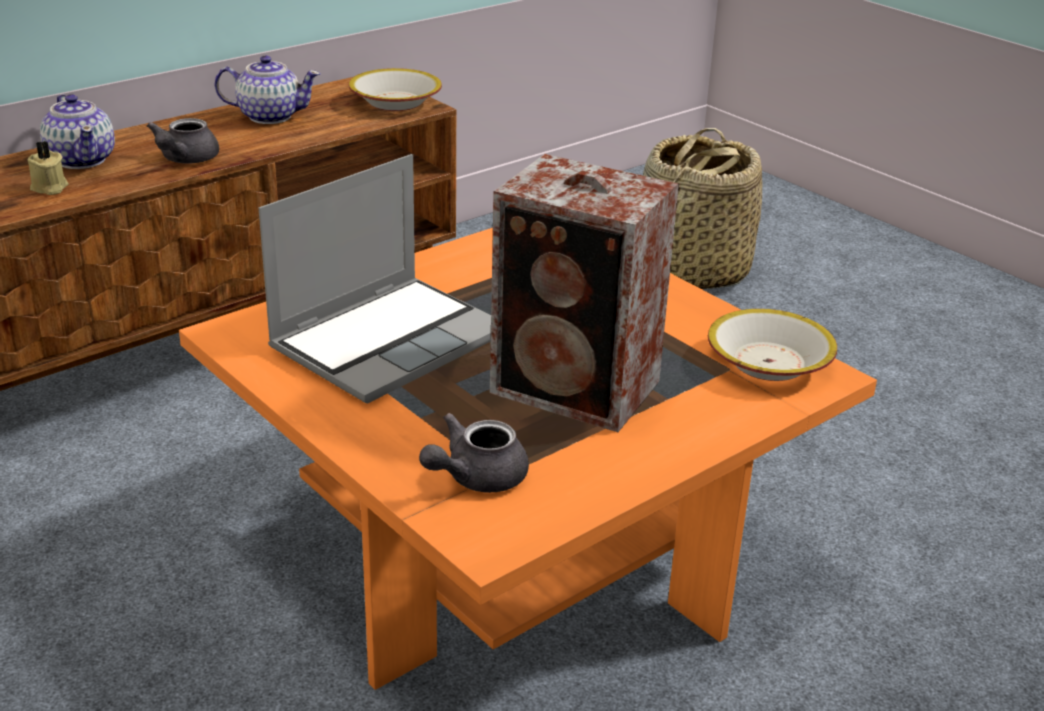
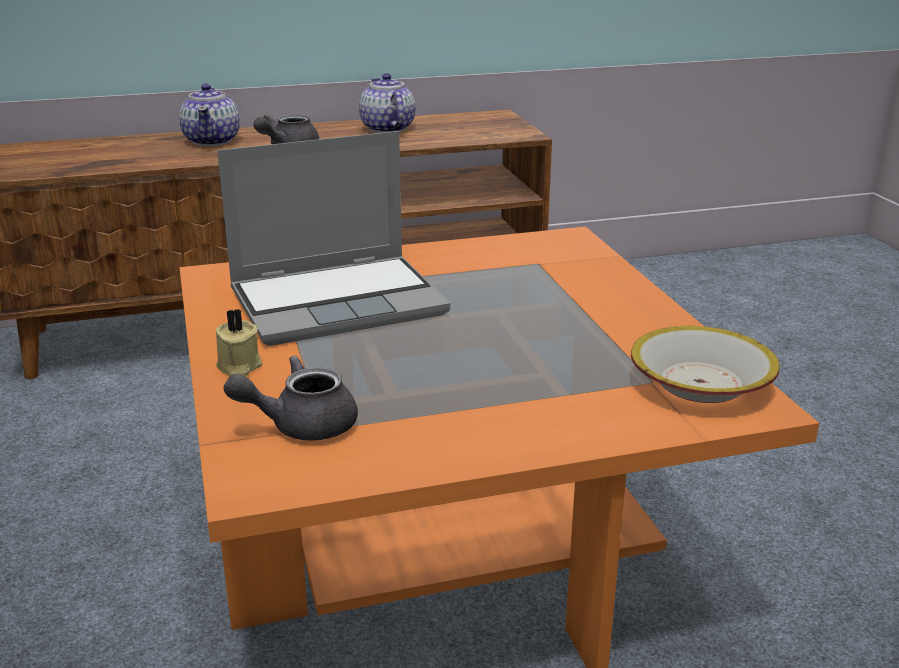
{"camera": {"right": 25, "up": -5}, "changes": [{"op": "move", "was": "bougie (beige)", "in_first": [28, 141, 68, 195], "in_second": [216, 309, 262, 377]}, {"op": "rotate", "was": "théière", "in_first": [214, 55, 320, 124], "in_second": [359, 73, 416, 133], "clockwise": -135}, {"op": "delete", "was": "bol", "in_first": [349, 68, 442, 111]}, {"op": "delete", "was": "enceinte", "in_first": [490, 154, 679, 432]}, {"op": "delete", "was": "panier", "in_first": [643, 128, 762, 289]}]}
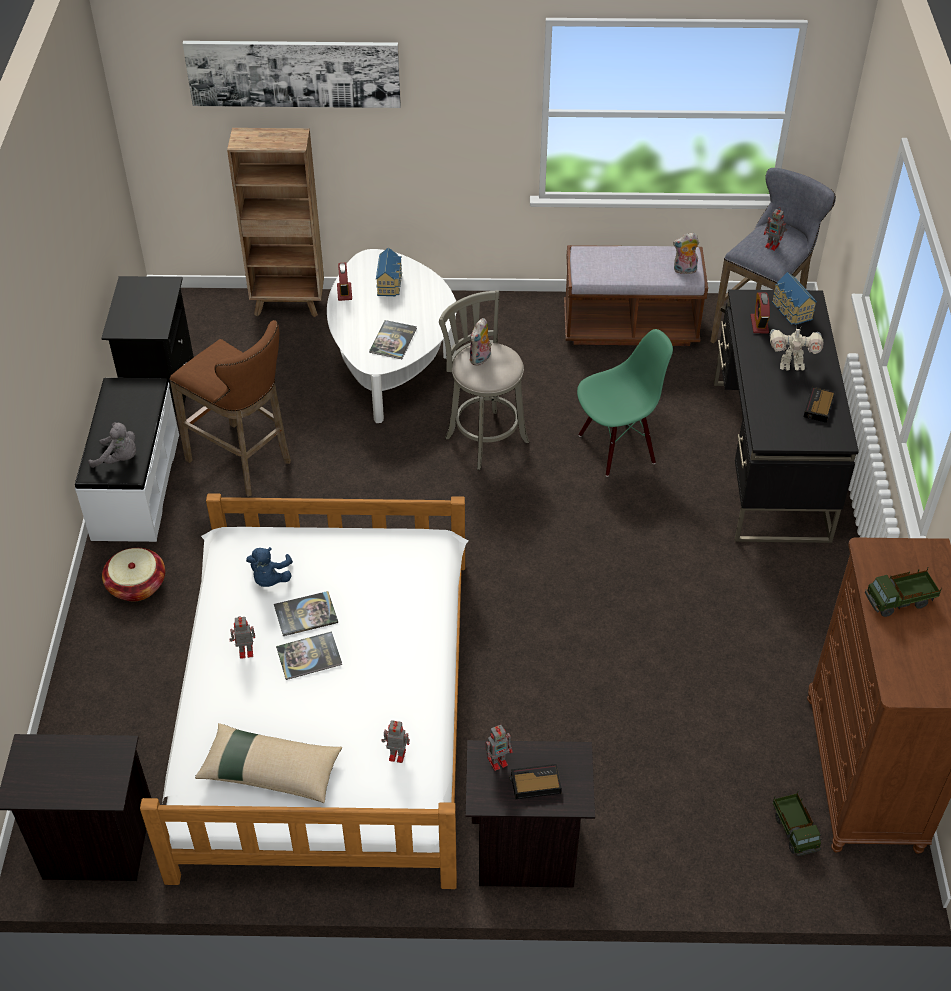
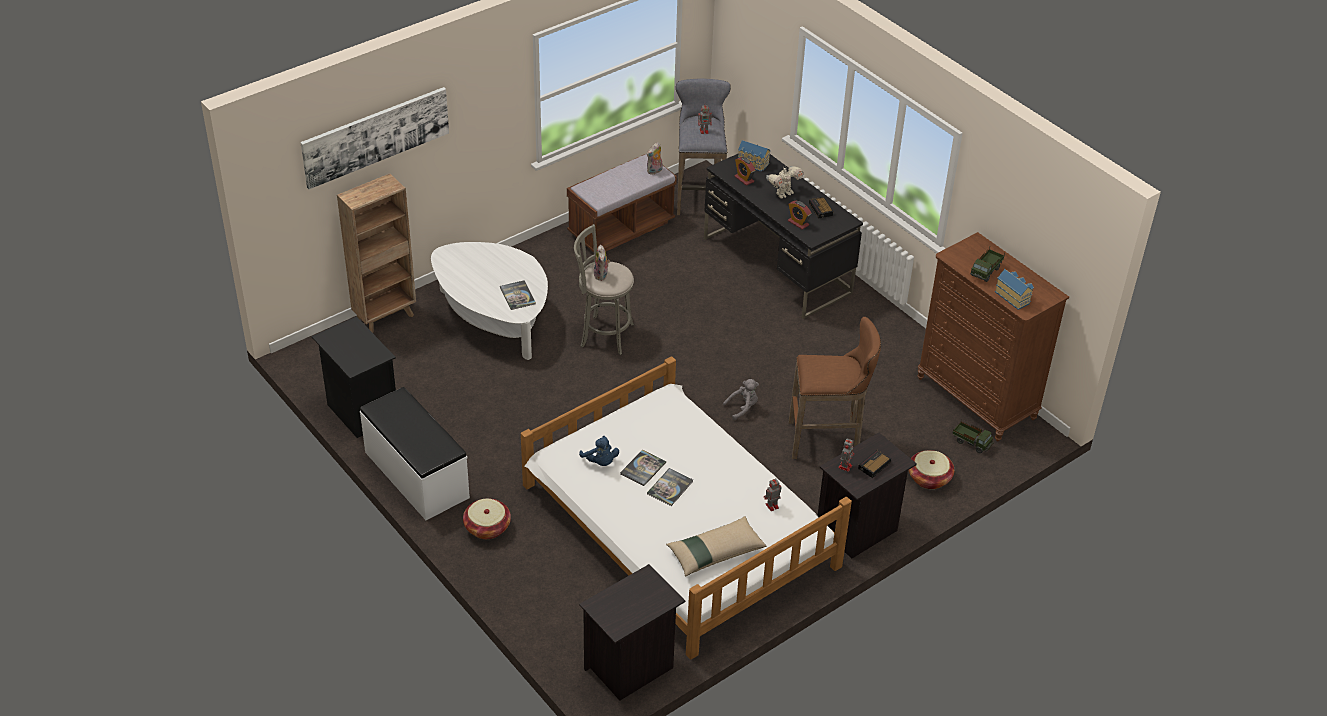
{"camera": {"right": -40, "up": -5}, "changes": [{"op": "move", "was": "peluche (gris)", "in_first": [88, 422, 136, 468], "in_second": [723, 379, 759, 420]}, {"op": "move", "was": "tabouret (marron)", "in_first": [170, 320, 291, 497], "in_second": [789, 317, 881, 459]}, {"op": "delete", "was": "robot jouet", "in_first": [229, 616, 255, 659]}, {"op": "move", "was": "réveil", "in_first": [337, 263, 352, 301], "in_second": [788, 201, 811, 230]}, {"op": "move", "was": "maison miniature", "in_first": [376, 247, 402, 296], "in_second": [995, 269, 1034, 310]}, {"op": "delete", "was": "chaise (vert)", "in_first": [577, 329, 673, 476]}, {"op": "insert", "now": "panier", "in_second": [909, 450, 954, 489]}]}
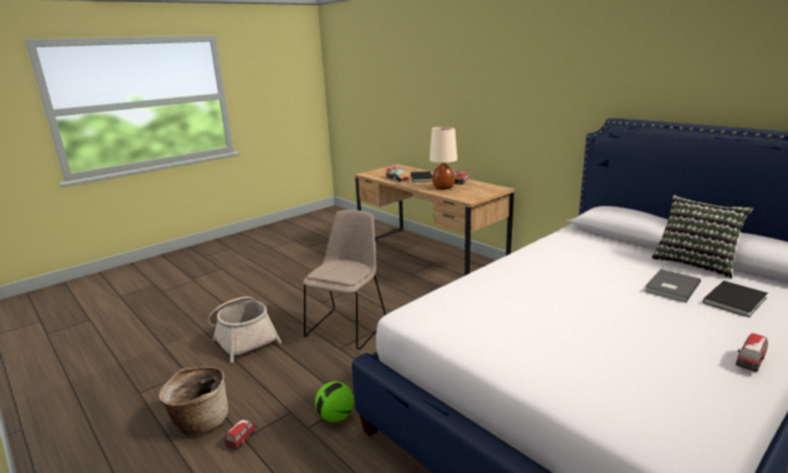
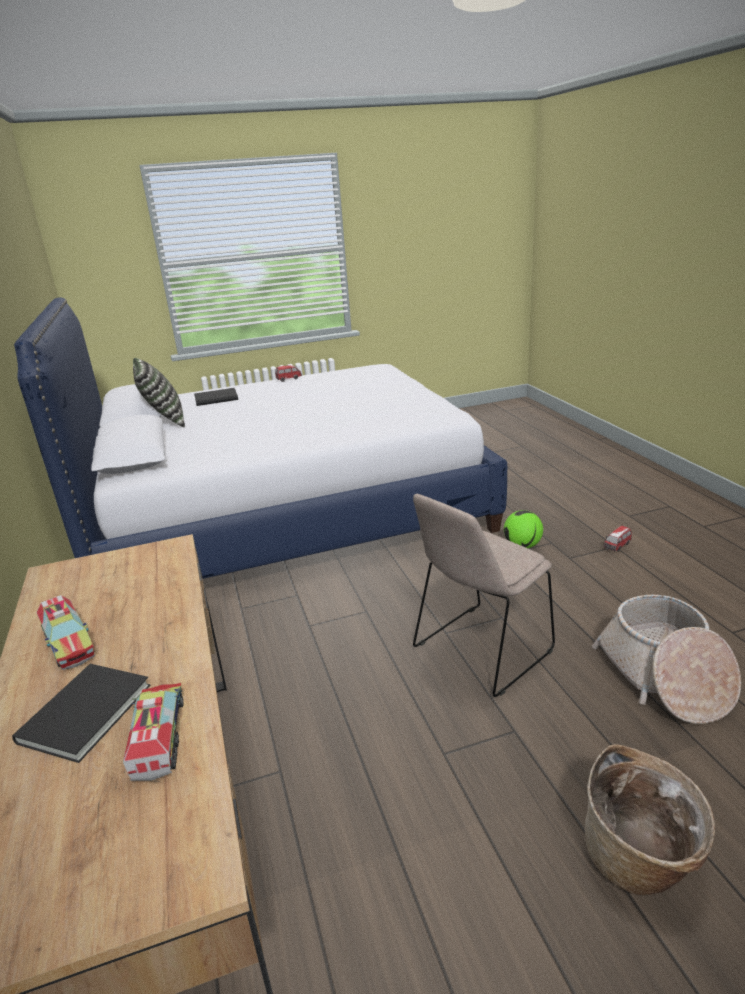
{"camera": {"right": -155, "up": 5}, "changes": [{"op": "move", "was": "panier", "in_first": [159, 367, 228, 436], "in_second": [585, 745, 715, 895]}, {"op": "delete", "was": "lampe de table (beige)", "in_first": [430, 126, 457, 190]}, {"op": "delete", "was": "livre (gris)", "in_first": [644, 269, 701, 303]}]}
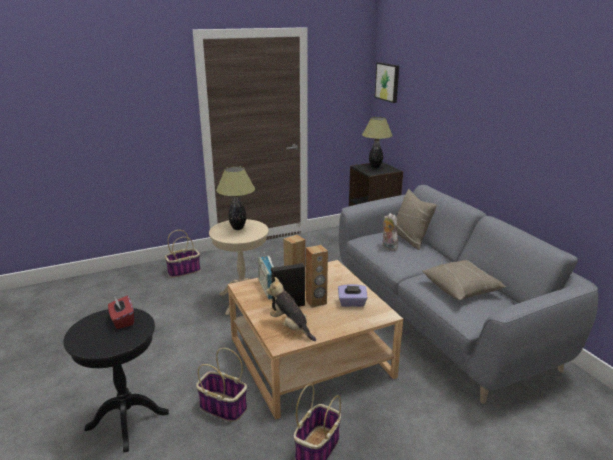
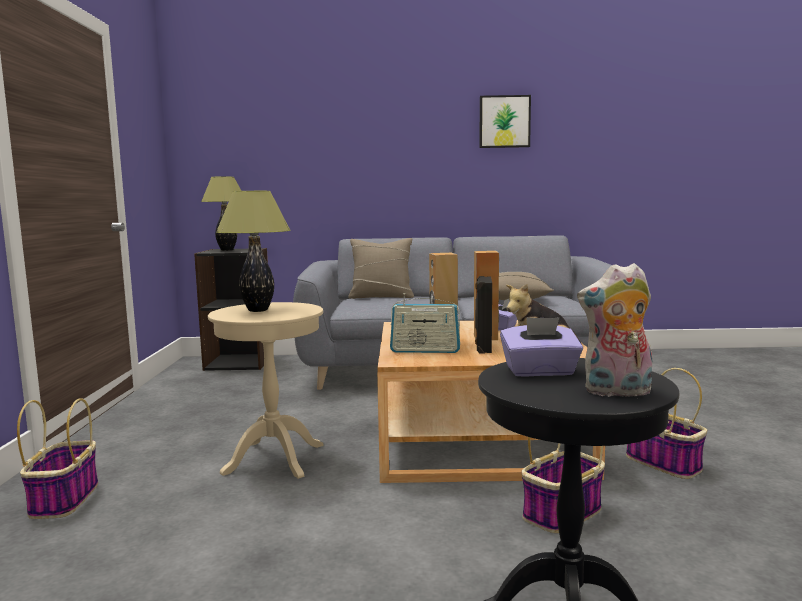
{"camera": {"right": -65, "up": -15}, "changes": [{"op": "recolor", "was": "boîte à mouchoirs (rouge)", "now": "boîte à mouchoirs (violet)", "in_first": [108, 296, 134, 329], "in_second": [500, 317, 583, 377]}, {"op": "move", "was": "tableau", "in_first": [374, 62, 399, 103], "in_second": [480, 95, 531, 148]}, {"op": "move", "was": "peluche", "in_first": [383, 213, 398, 251], "in_second": [577, 263, 652, 399]}]}
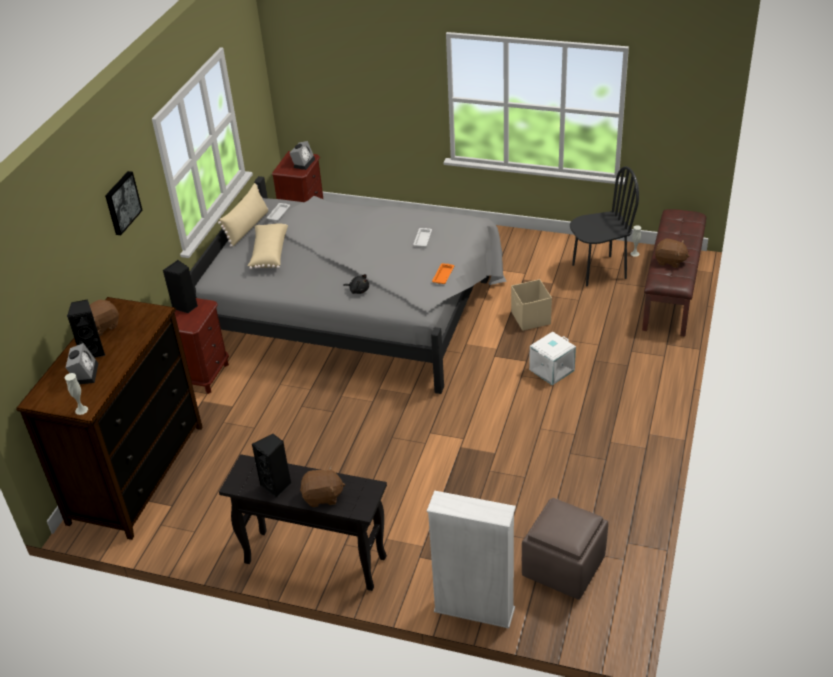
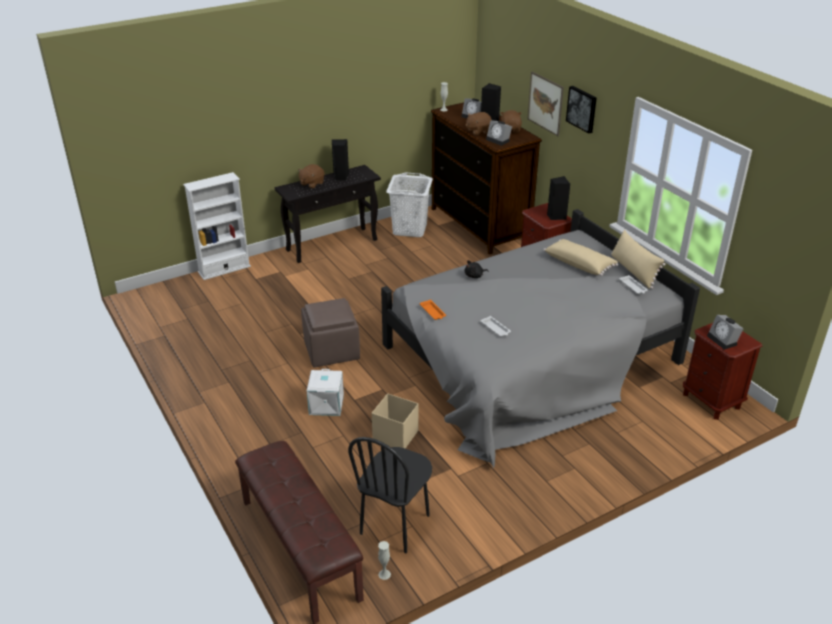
{"camera": {"right": 130, "up": -5}, "changes": [{"op": "move", "was": "pouf (marron)", "in_first": [522, 498, 608, 600], "in_second": [301, 298, 360, 367]}, {"op": "move", "was": "peluche (marron)", "in_first": [655, 239, 690, 268], "in_second": [465, 112, 492, 135]}, {"op": "insert", "now": "panier à linge (blanc)", "in_second": [386, 172, 433, 237]}, {"op": "insert", "now": "réveil", "in_second": [486, 120, 512, 146]}, {"op": "insert", "now": "tableau", "in_second": [528, 72, 564, 136]}]}
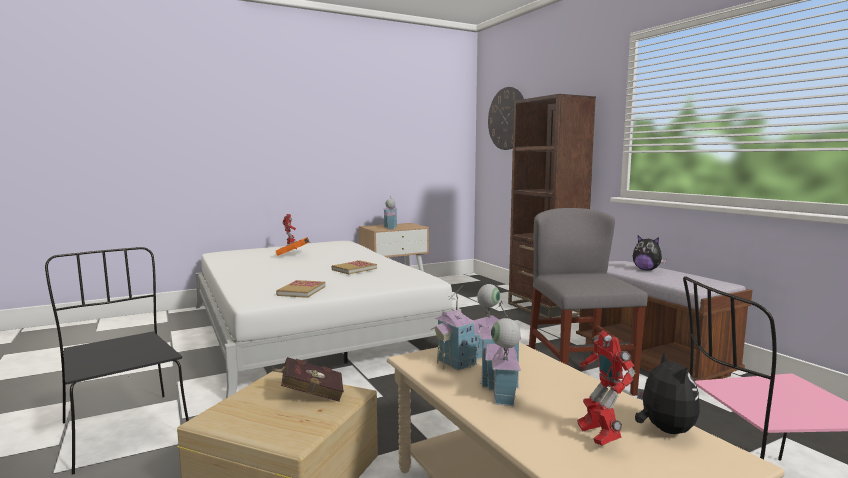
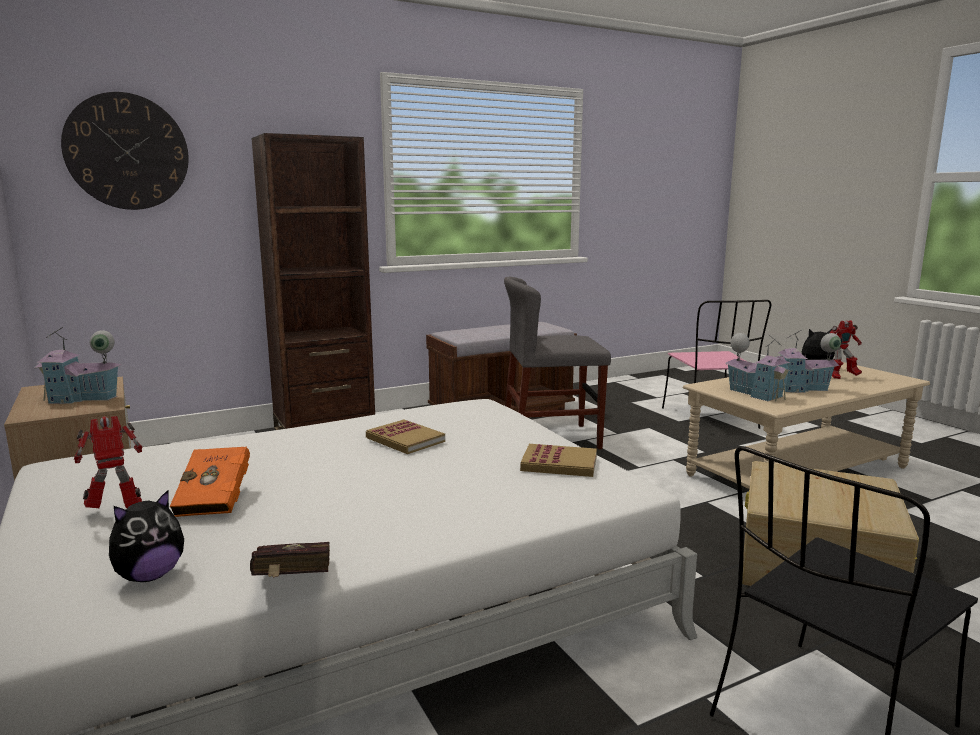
{"camera": {"right": -90, "up": 5}, "changes": [{"op": "move", "was": "livre (rouge)", "in_first": [273, 357, 344, 402], "in_second": [250, 542, 330, 577]}, {"op": "move", "was": "peluche", "in_first": [633, 236, 666, 270], "in_second": [109, 490, 184, 582]}]}
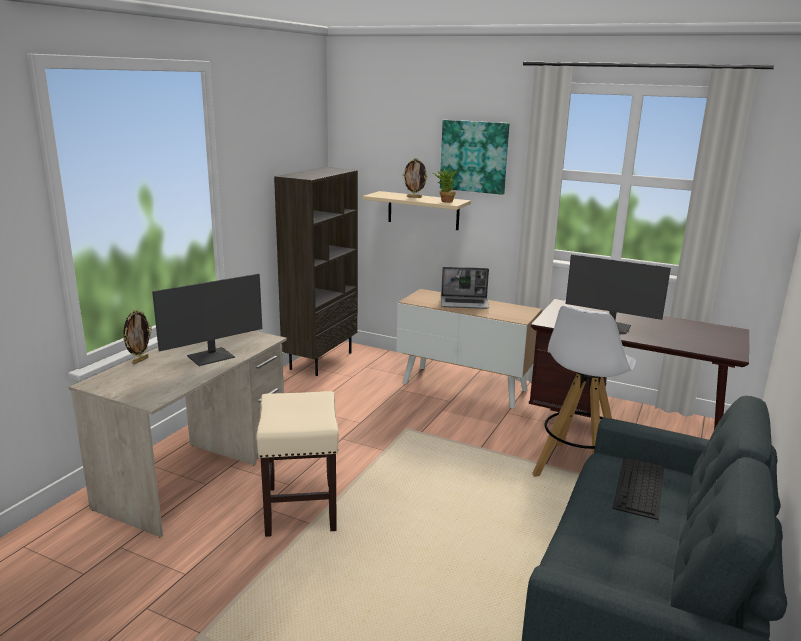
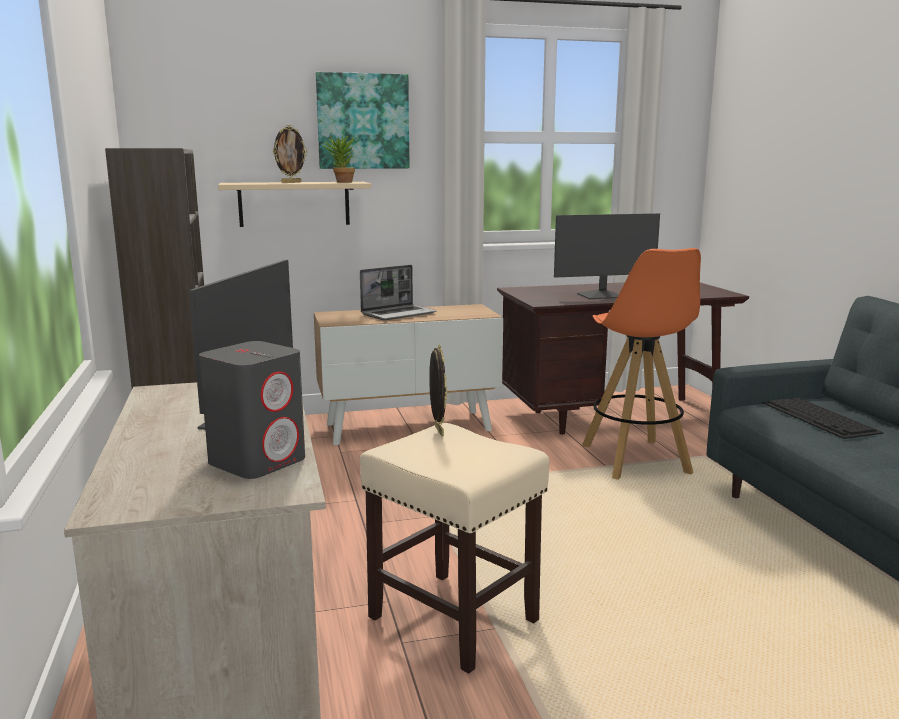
{"camera": {"right": -40, "up": -5}, "changes": [{"op": "move", "was": "cadre photo", "in_first": [123, 310, 152, 364], "in_second": [429, 345, 447, 436]}, {"op": "recolor", "was": "tabouret (blanc)", "now": "tabouret (orange)", "in_first": [532, 305, 636, 477], "in_second": [582, 248, 701, 480]}, {"op": "insert", "now": "enceinte (gris)", "in_second": [199, 341, 305, 479]}]}
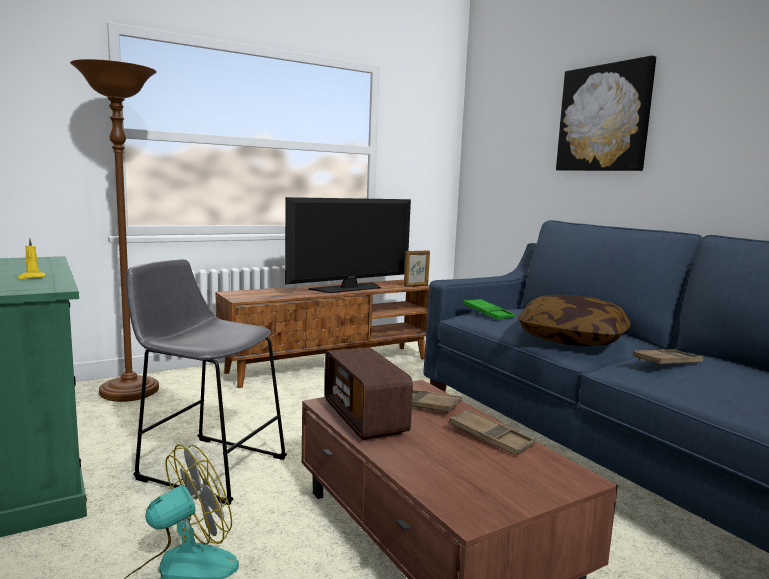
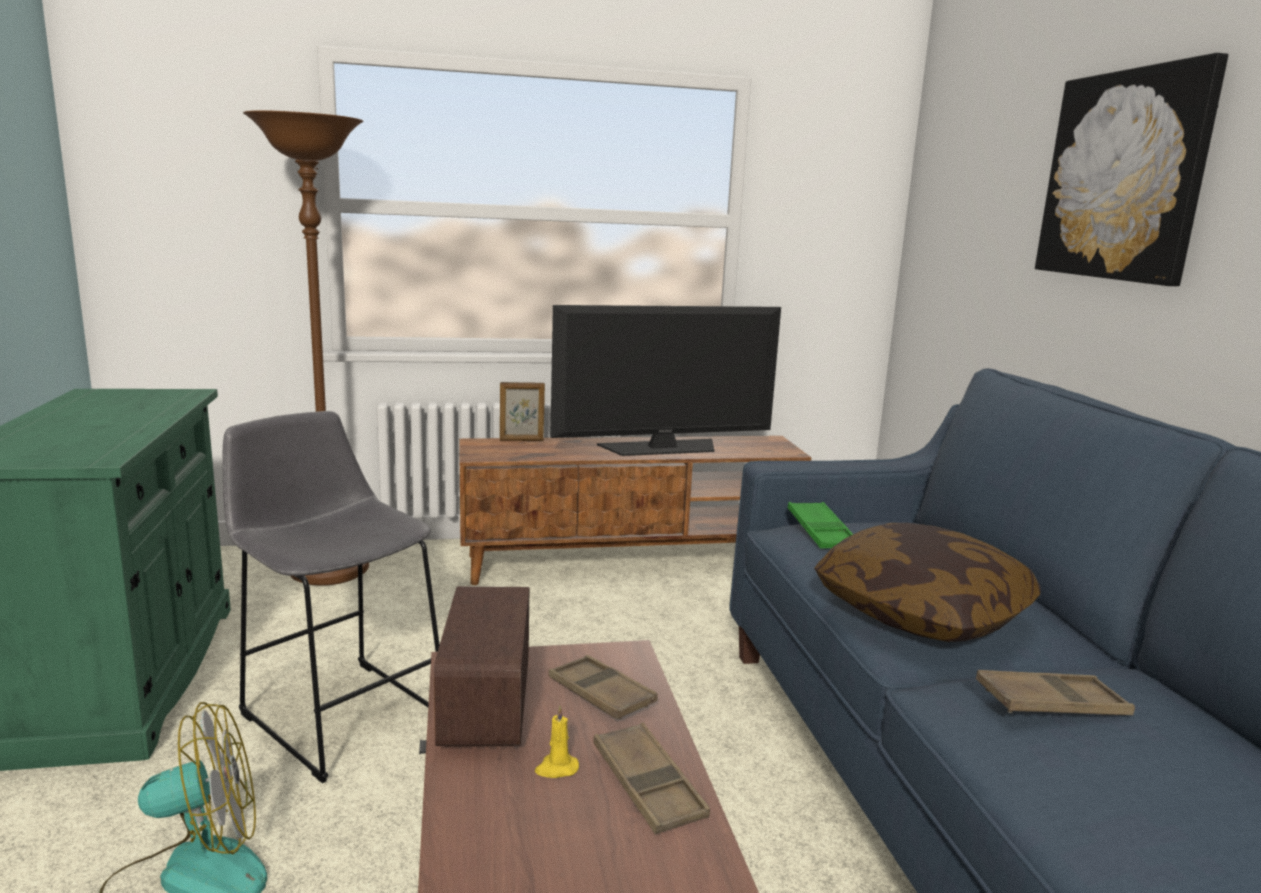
{"camera": {"right": 20, "up": 5}, "changes": [{"op": "move", "was": "bougie (jaune)", "in_first": [17, 238, 46, 279], "in_second": [535, 706, 579, 778]}, {"op": "move", "was": "cadre photo", "in_first": [404, 250, 430, 287], "in_second": [500, 382, 545, 441]}]}
